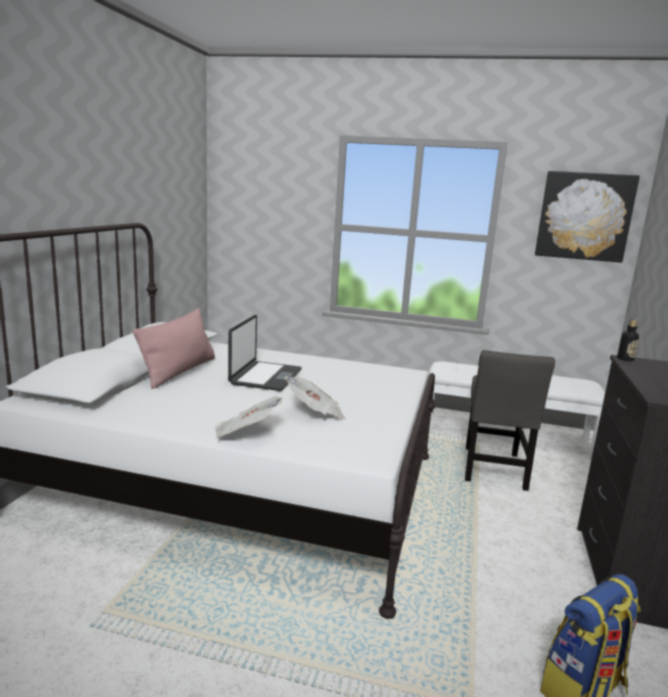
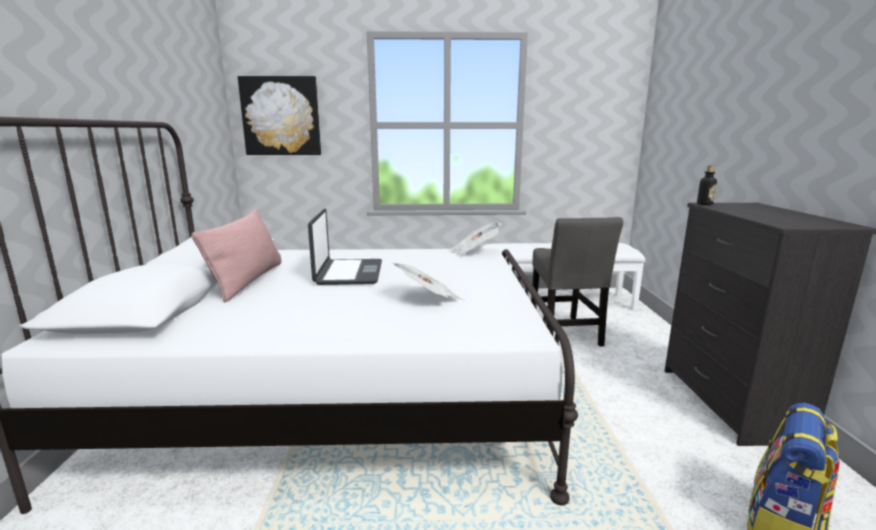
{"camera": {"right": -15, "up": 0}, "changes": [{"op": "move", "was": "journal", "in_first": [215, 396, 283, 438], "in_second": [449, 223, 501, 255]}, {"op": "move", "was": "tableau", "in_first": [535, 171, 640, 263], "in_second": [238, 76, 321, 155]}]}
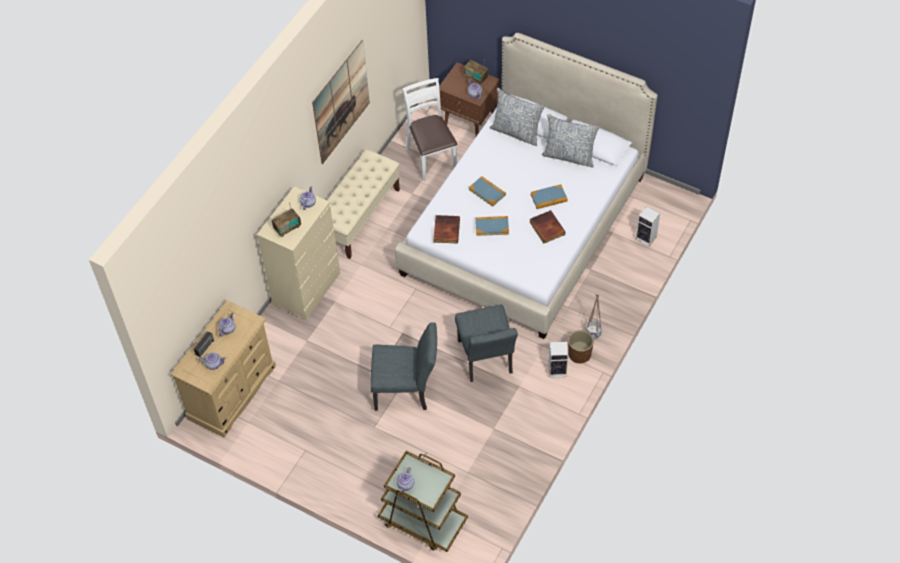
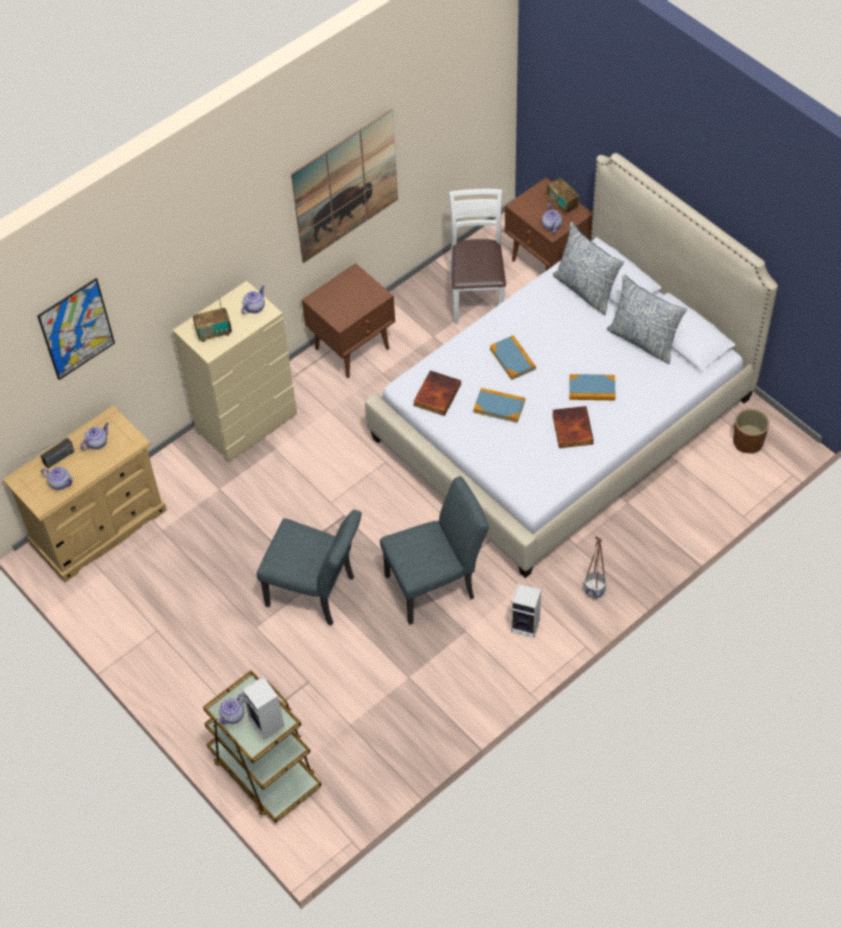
{"camera": {"right": 20, "up": 0}, "changes": [{"op": "replace", "was": "banc (beige)", "now": "table de chevet (marron)", "in_first": [327, 149, 400, 259], "in_second": [302, 263, 395, 378]}, {"op": "rotate", "was": "chaise (gris)", "in_first": [455, 304, 518, 382], "in_second": [380, 476, 489, 625], "clockwise": -120}, {"op": "move", "was": "cache-pot (marron)", "in_first": [568, 330, 594, 363], "in_second": [733, 408, 769, 453]}, {"op": "move", "was": "enceinte", "in_first": [635, 206, 660, 246], "in_second": [242, 676, 284, 739]}, {"op": "insert", "now": "tableau", "in_second": [37, 278, 115, 380]}]}
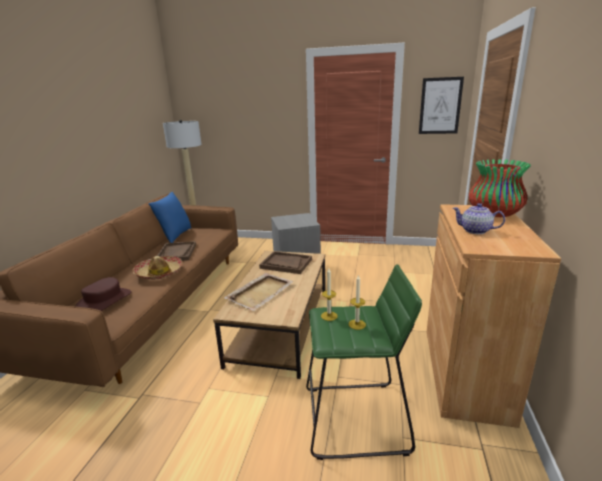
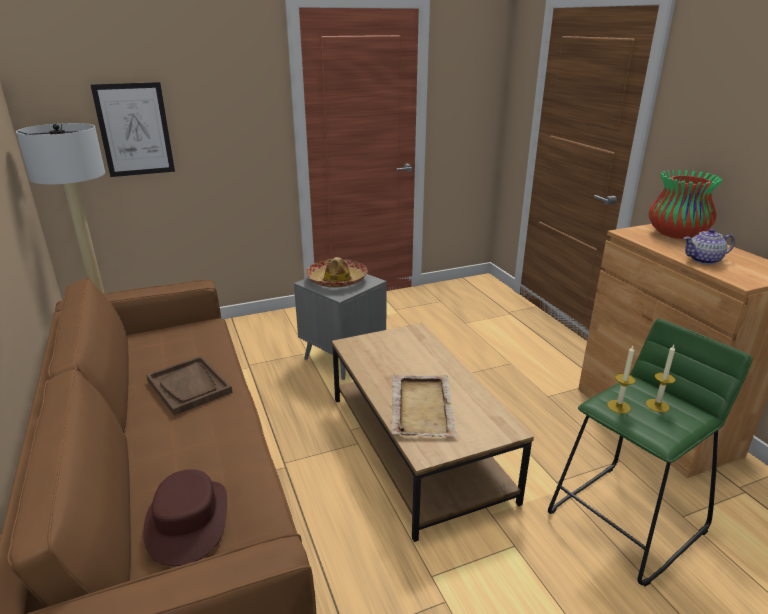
{"camera": {"right": -35, "up": 5}, "changes": [{"op": "move", "was": "chapeau", "in_first": [132, 256, 183, 280], "in_second": [306, 257, 368, 288]}, {"op": "delete", "was": "coussin (bleu)", "in_first": [149, 192, 191, 243]}, {"op": "delete", "was": "plateau (marron)", "in_first": [259, 251, 312, 274]}, {"op": "move", "was": "tableau", "in_first": [419, 77, 464, 134], "in_second": [91, 82, 175, 177]}]}
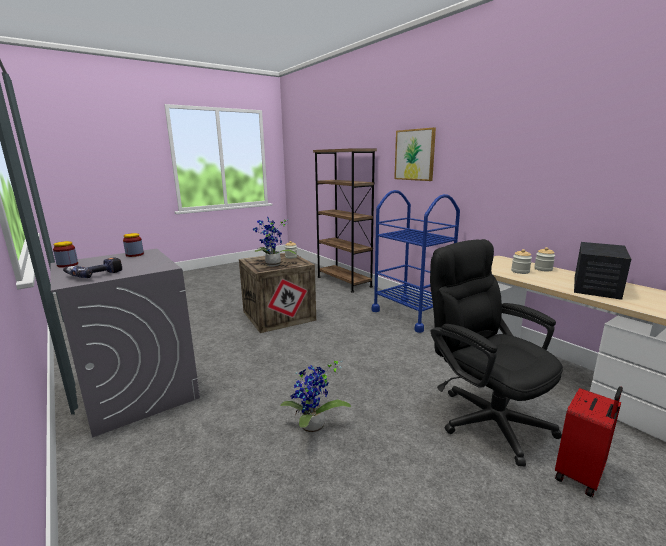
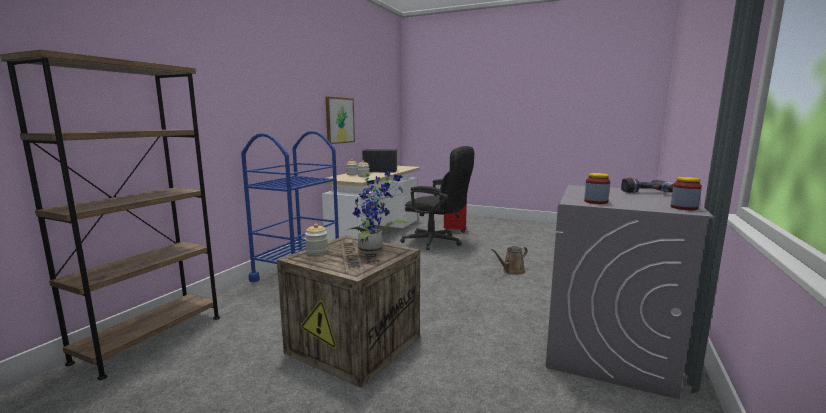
{"camera": {"right": -120, "up": -5}, "changes": [{"op": "replace", "was": "plante en pot", "now": "arrosoir (marron)", "in_first": [280, 361, 351, 434], "in_second": [491, 246, 528, 275]}, {"op": "move", "was": "tableau", "in_first": [394, 127, 436, 181], "in_second": [326, 97, 355, 144]}, {"op": "rotate", "was": "chaise de bureau (noir)", "in_first": [430, 239, 563, 466], "in_second": [400, 146, 474, 250], "clockwise": -90}]}
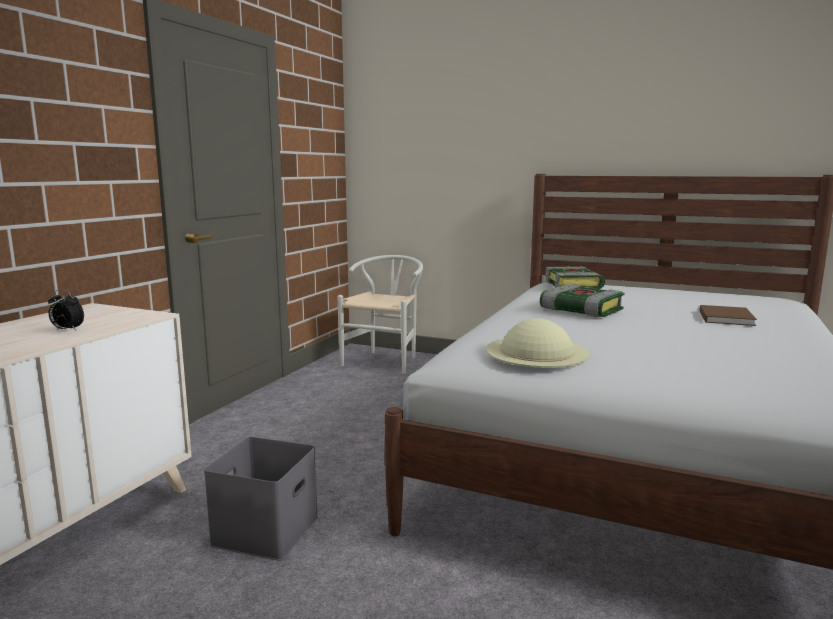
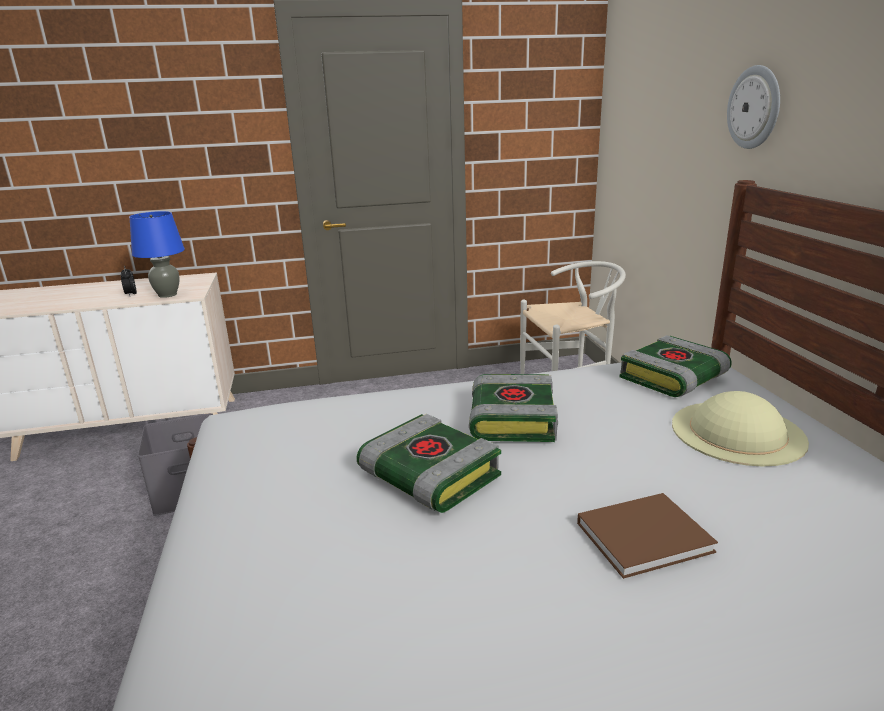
{"camera": {"right": 55, "up": 10}, "changes": [{"op": "move", "was": "chapeau (beige)", "in_first": [486, 318, 590, 368], "in_second": [672, 391, 809, 466]}, {"op": "insert", "now": "lampe de table (bleu)", "in_second": [129, 211, 185, 298]}, {"op": "insert", "now": "livre", "in_second": [356, 414, 501, 513]}, {"op": "insert", "now": "horloge murale", "in_second": [727, 65, 780, 149]}]}
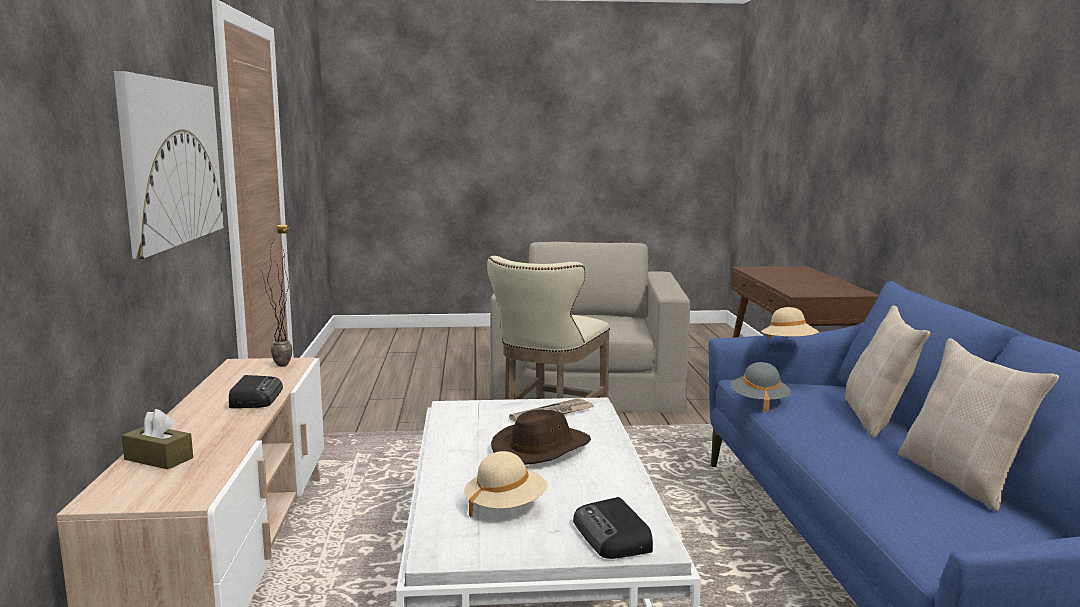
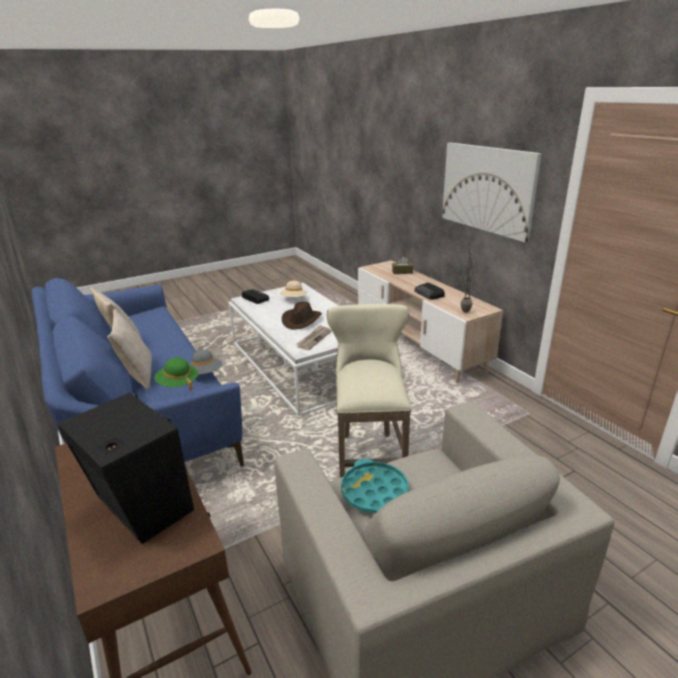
{"camera": {"right": 155, "up": 15}, "changes": [{"op": "recolor", "was": "chapeau (beige)", "now": "chapeau (vert)", "in_first": [761, 307, 819, 339], "in_second": [154, 357, 198, 391]}, {"op": "insert", "now": "enceinte (noir)", "in_second": [58, 393, 194, 544]}, {"op": "insert", "now": "plateau (turquoise)", "in_second": [341, 459, 409, 513]}]}
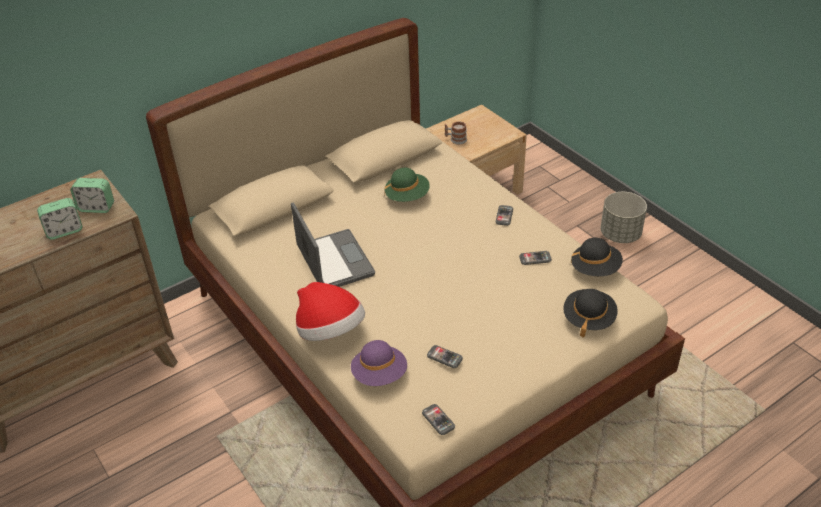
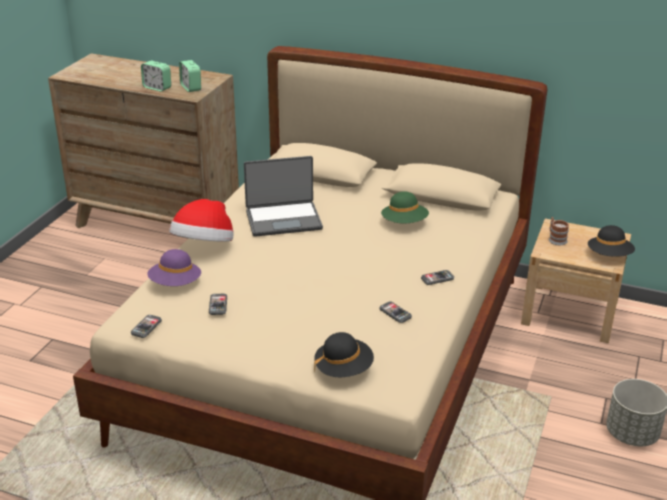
{"camera": {"right": 55, "up": -10}, "changes": [{"op": "rotate", "was": "ordinateur portable", "in_first": [291, 202, 375, 287], "in_second": [244, 156, 323, 237], "clockwise": 45}, {"op": "move", "was": "chapeau (noir)", "in_first": [571, 238, 623, 276], "in_second": [588, 225, 635, 257]}]}
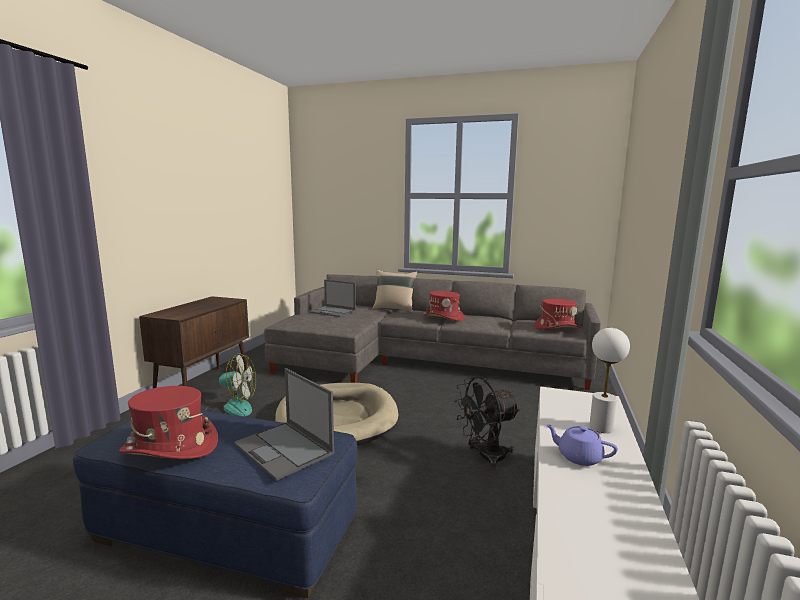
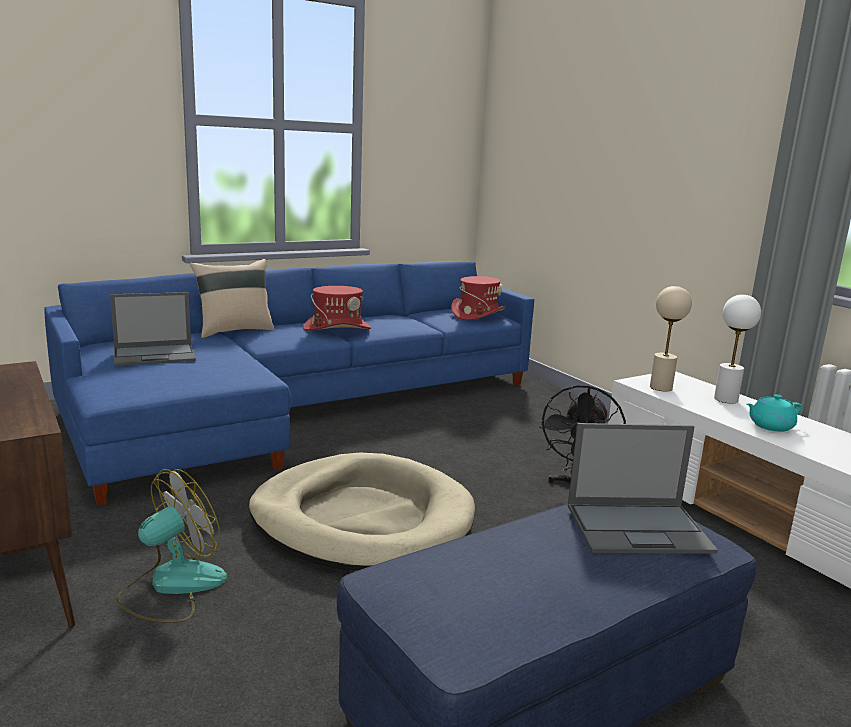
{"camera": {"right": -50, "up": 5}, "changes": [{"op": "delete", "was": "chapeau (rouge)", "in_first": [119, 386, 218, 459]}, {"op": "recolor", "was": "canapé (gris)", "now": "canapé (bleu)", "in_first": [263, 274, 601, 390], "in_second": [44, 261, 534, 506]}, {"op": "recolor", "was": "théière (violet)", "now": "théière (turquoise)", "in_first": [545, 424, 618, 466], "in_second": [747, 394, 802, 432]}, {"op": "insert", "now": "lampe de table (beige)", "in_second": [650, 286, 692, 391]}]}
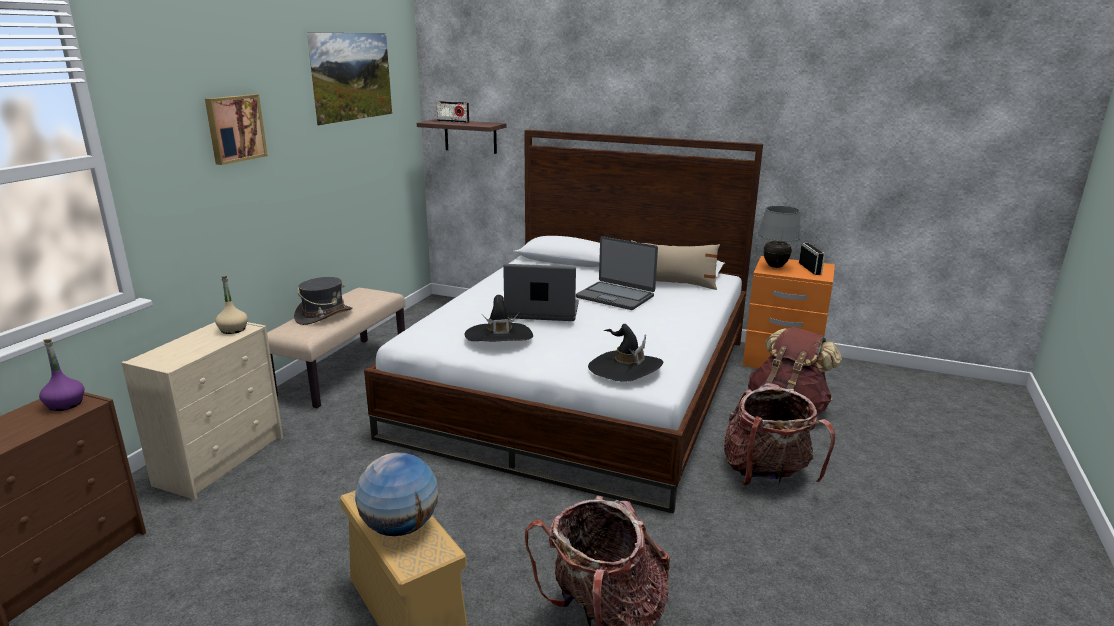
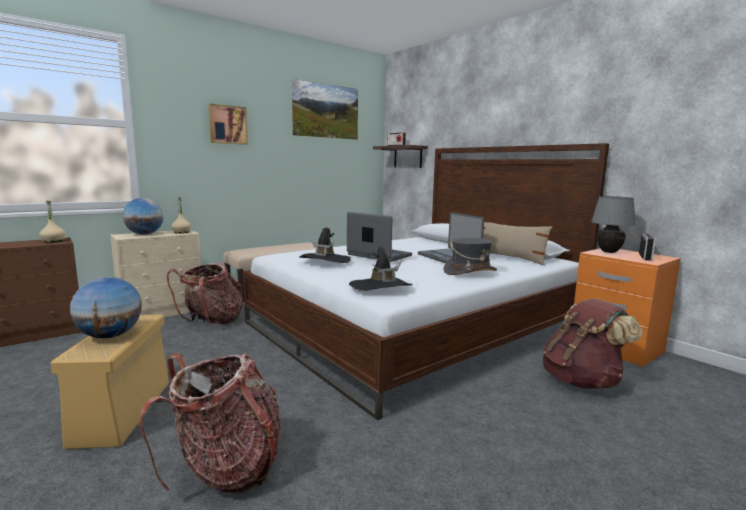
{"camera": {"right": 30, "up": -10}, "changes": [{"op": "recolor", "was": "bouteille (violet)", "now": "bouteille (beige)", "in_first": [39, 339, 85, 411], "in_second": [39, 201, 66, 243]}, {"op": "move", "was": "chapeau (gris)", "in_first": [294, 277, 353, 325], "in_second": [444, 238, 497, 275]}, {"op": "move", "was": "sac à dos", "in_first": [724, 383, 835, 485], "in_second": [167, 262, 243, 324]}, {"op": "insert", "now": "globe", "in_second": [122, 198, 163, 234]}]}
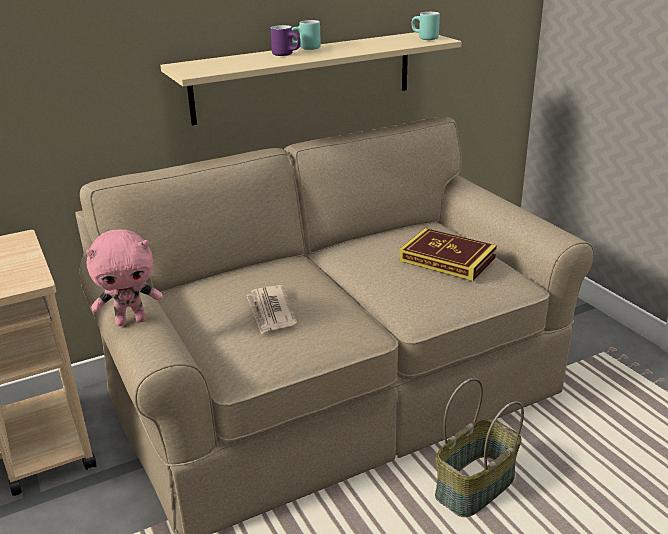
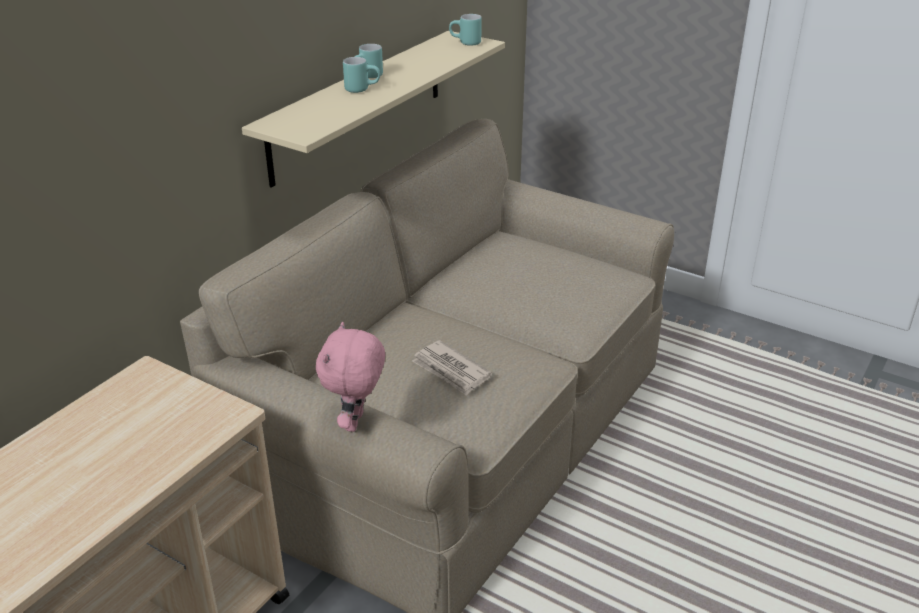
{"camera": {"right": -30, "up": 5}, "changes": [{"op": "rotate", "was": "peluche (rose)", "in_first": [86, 229, 163, 326], "in_second": [316, 322, 385, 432], "clockwise": 150}, {"op": "recolor", "was": "mug (violet)", "now": "mug (turquoise)", "in_first": [271, 25, 301, 56], "in_second": [343, 57, 380, 93]}, {"op": "delete", "was": "livre", "in_first": [399, 228, 497, 281]}, {"op": "delete", "was": "panier", "in_first": [435, 378, 524, 517]}]}
